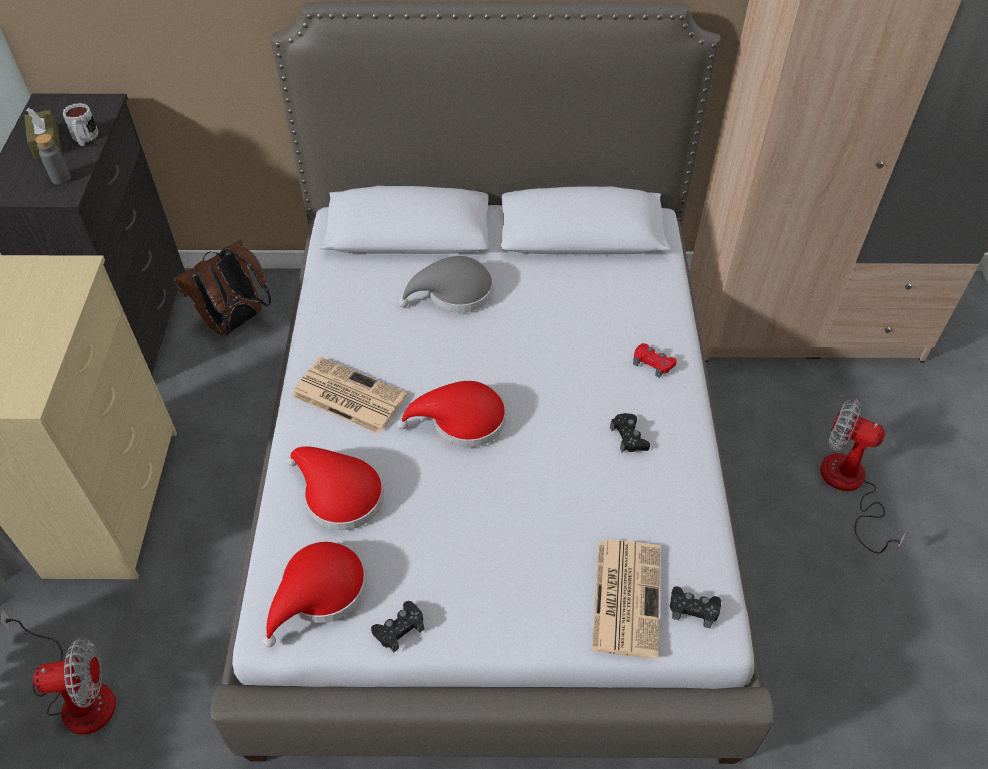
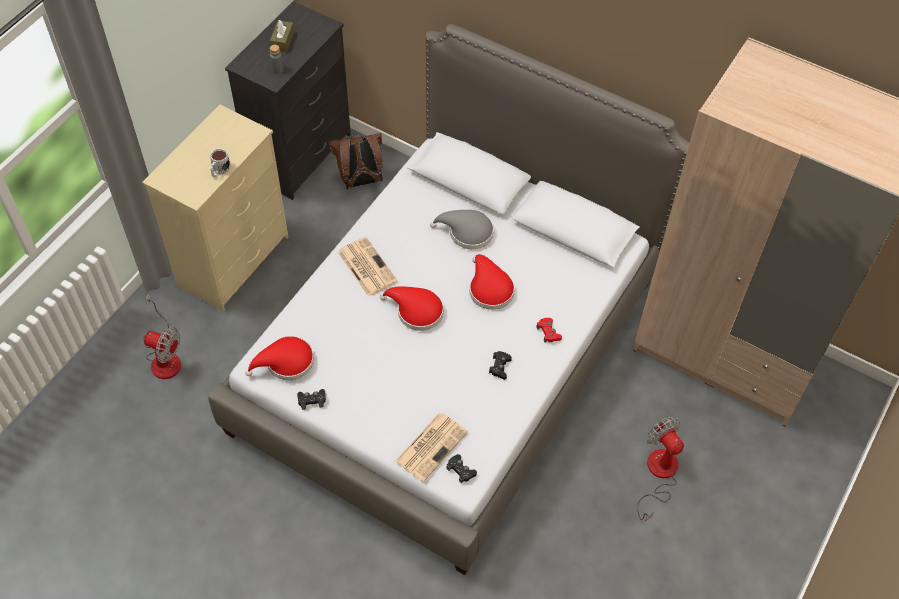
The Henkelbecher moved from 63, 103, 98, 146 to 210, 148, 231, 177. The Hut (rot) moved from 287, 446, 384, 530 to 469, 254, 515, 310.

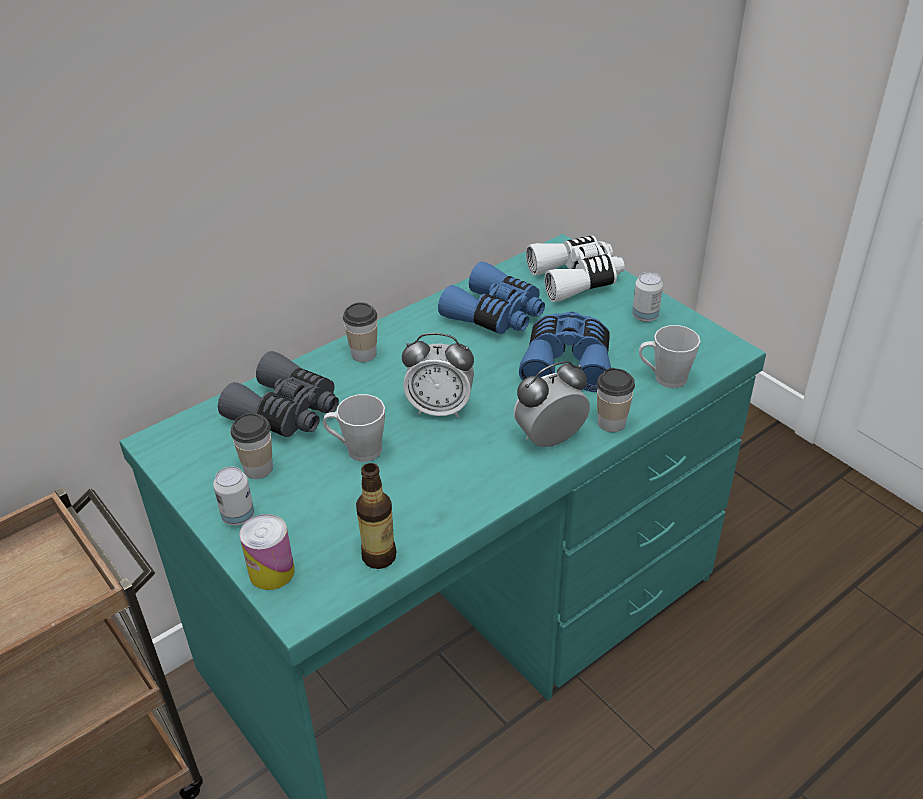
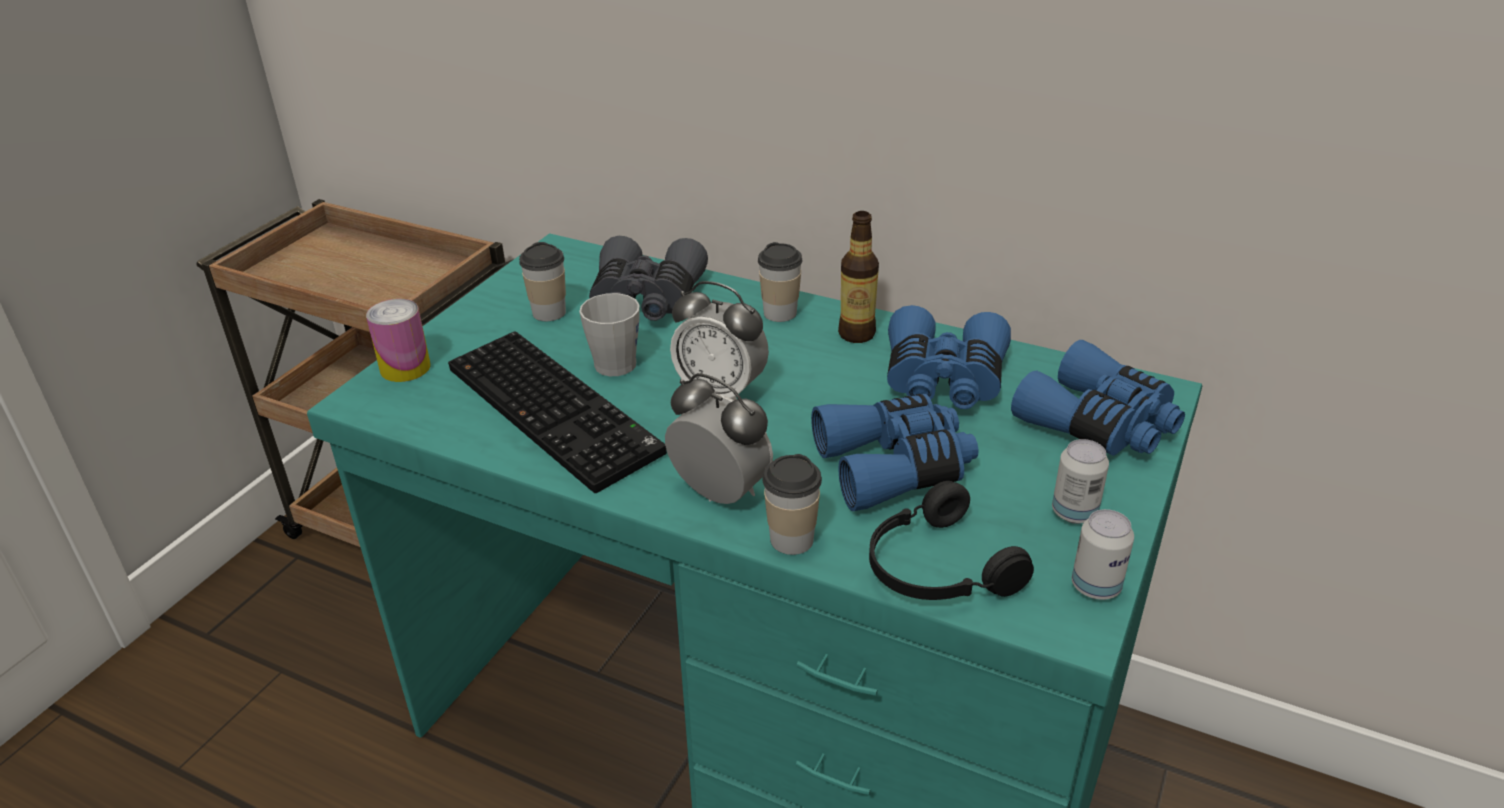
The Tastatur at 448, 331, 667, 493 appeared. The Dose moved from 213, 466, 254, 526 to 1072, 509, 1134, 600. The Flasche moved from 356, 463, 396, 569 to 838, 211, 879, 343. The Henkelbecher (grau) at 639, 325, 700, 388 was replaced by the Kopfhörer (schwarz) at 869, 481, 1034, 600. The Fernglas (weiß) at 526, 236, 625, 302 became the Fernglas (blau) at 1011, 340, 1185, 456. The Wecker at 402, 333, 474, 417 turned 45 degrees counterclockwise.

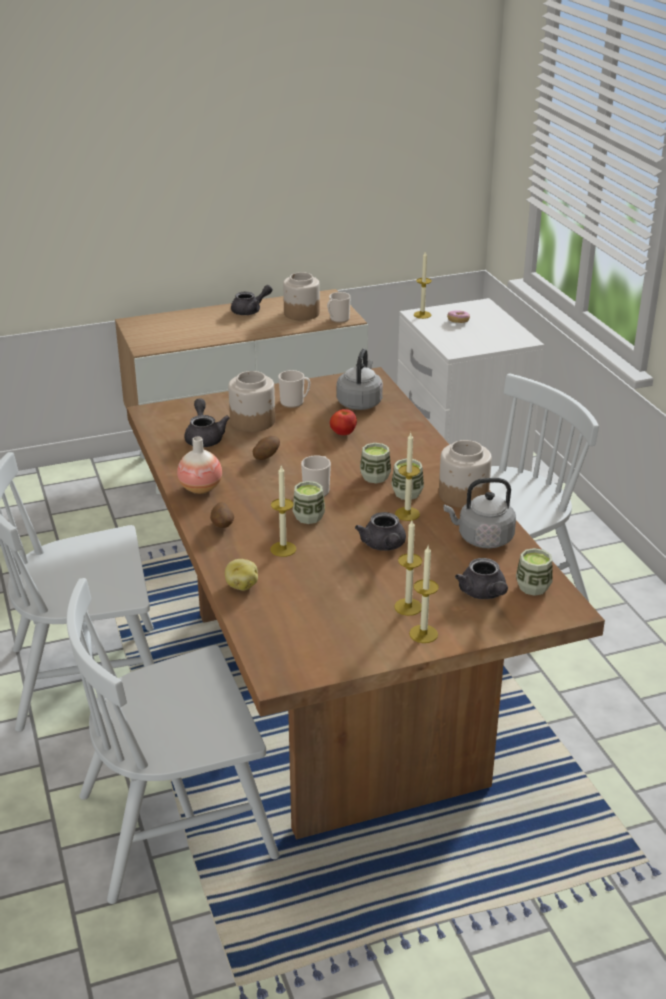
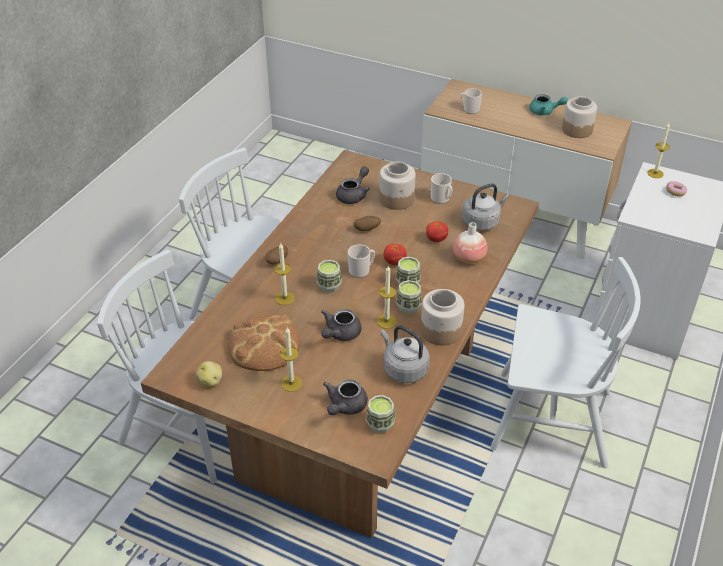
The Kerze at 409, 546, 439, 643 disappeared. The Brot at 228, 314, 300, 371 appeared. The Tomate at 383, 244, 407, 265 appeared. The Vase moved from 177, 436, 222, 494 to 453, 222, 488, 264. The Kartoffel moved from 225, 559, 258, 591 to 196, 361, 222, 387. The Henkelbecher moved from 327, 292, 351, 323 to 460, 88, 482, 114. The Teekanne (grau) at 231, 285, 273, 315 became the Teekanne (türkis) at 529, 94, 568, 115.

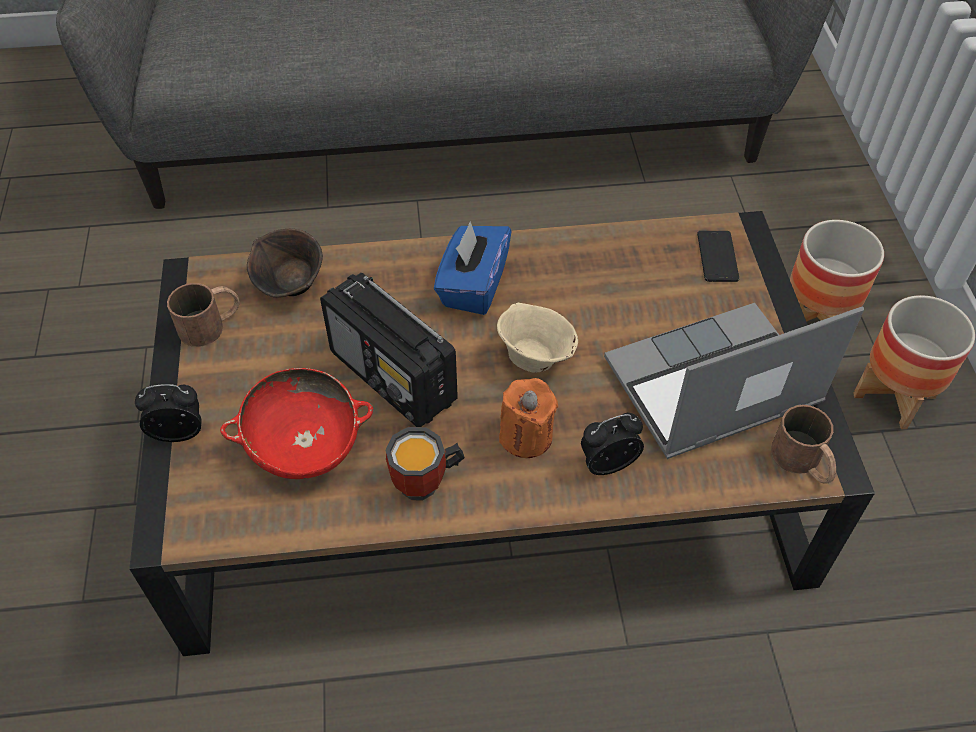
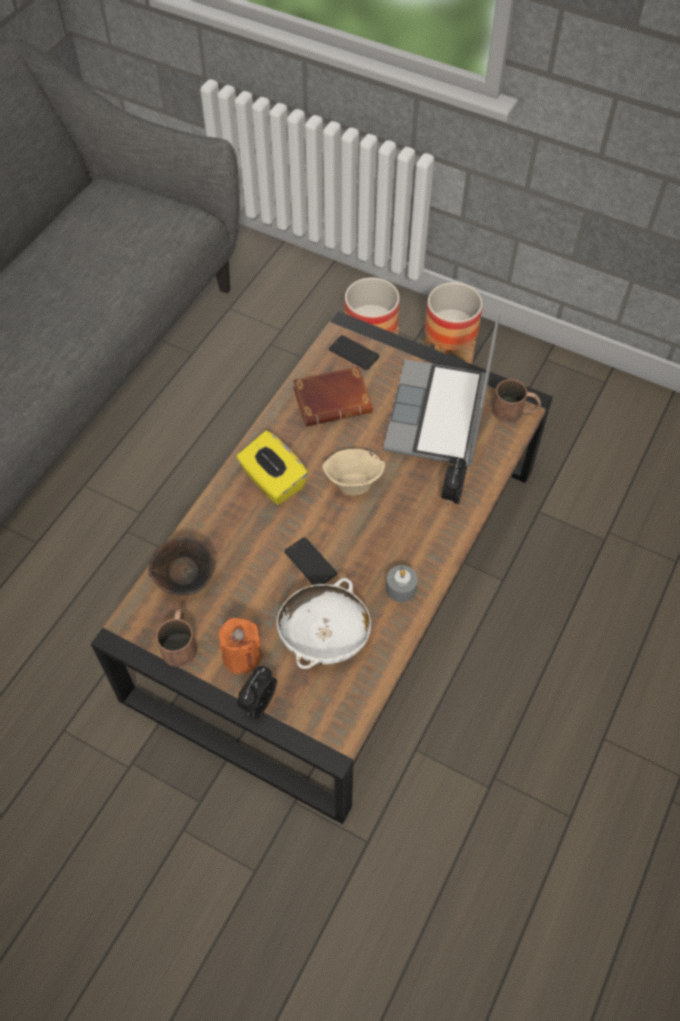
The Buch (braun) at 293, 366, 373, 427 appeared. The Kerze (orange) moved from 499, 378, 558, 458 to 218, 618, 261, 674. The Radio at 320, 273, 458, 427 was replaced by the Handy at 284, 537, 337, 585. The Henkelbecher at 385, 427, 465, 501 was replaced by the Kerze (grau) at 386, 565, 418, 602. The Schüssel (rot) at 220, 368, 373, 479 became the Schüssel (weiß) at 277, 578, 371, 669. The Taschentuchbox (blau) at 434, 221, 512, 315 became the Taschentuchbox (gelb) at 237, 431, 308, 505.

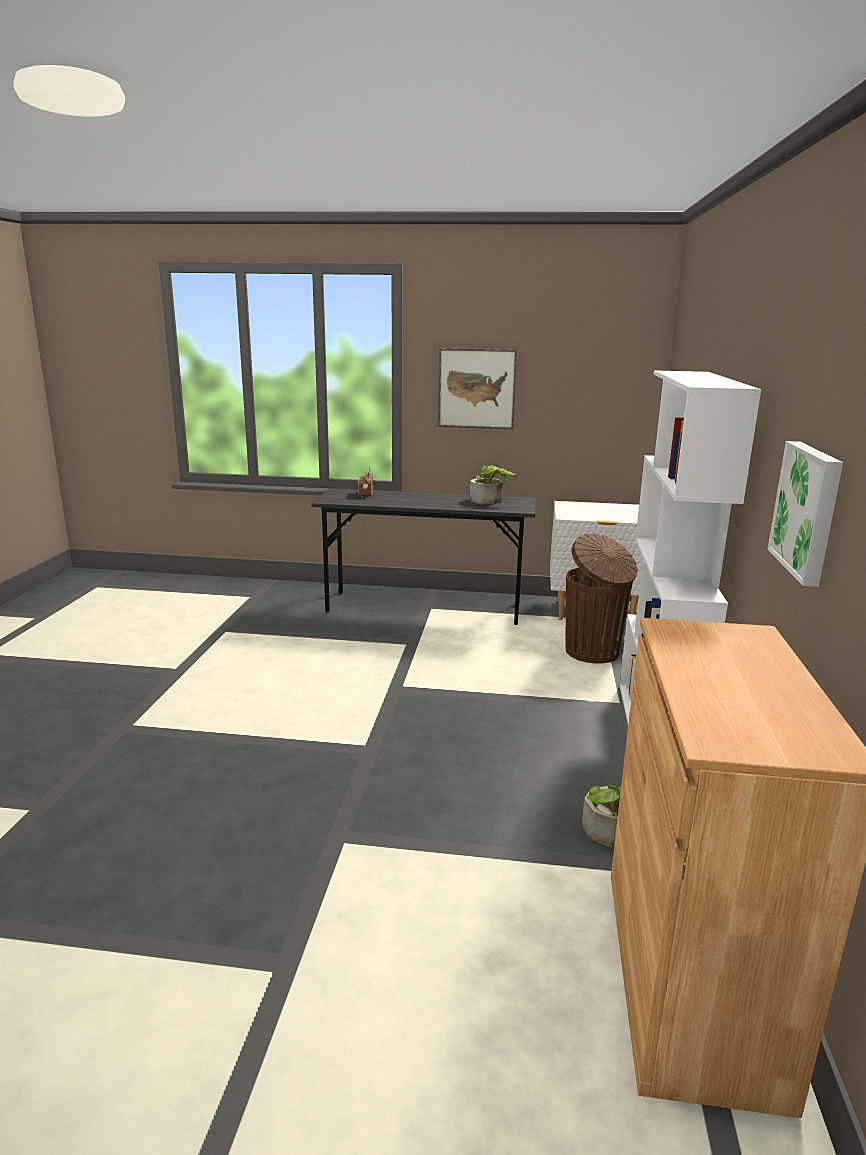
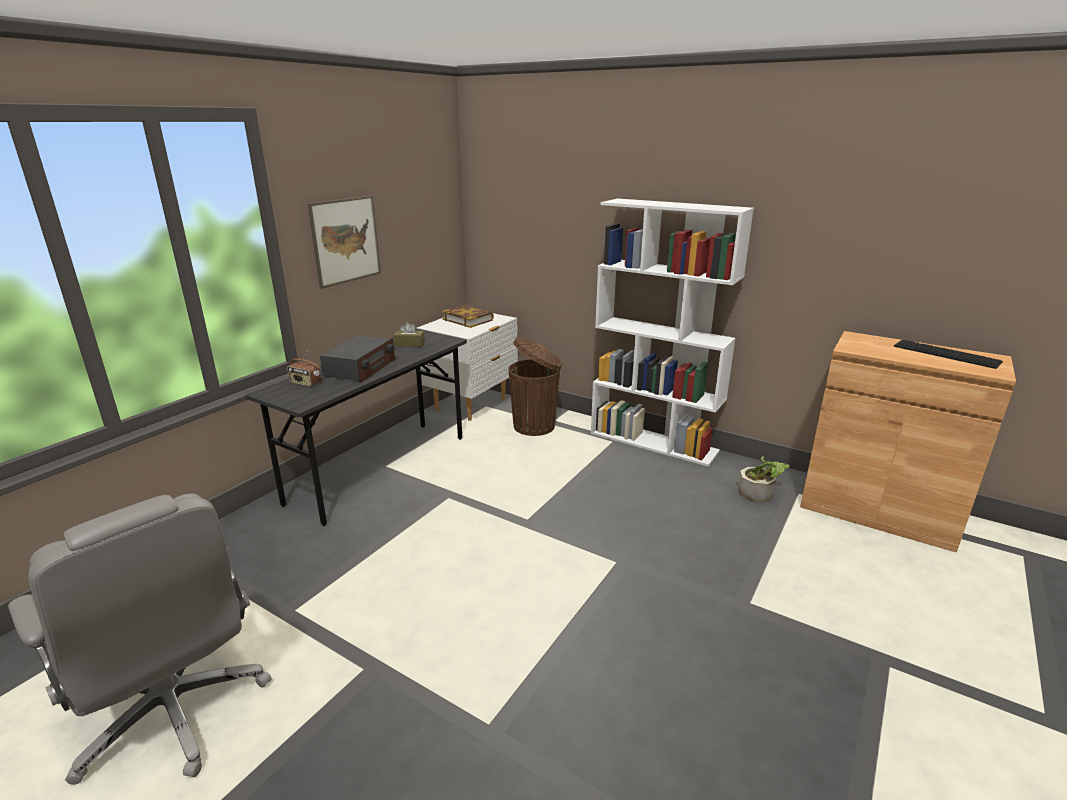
The Bild at 767, 441, 843, 587 disappeared. The Bürostuhl (grau) at 8, 494, 272, 785 appeared. The Radio at 320, 336, 395, 383 appeared. The Buch at 442, 305, 494, 328 appeared. The Tastatur at 894, 340, 1003, 369 appeared. The Topfpflanze at 470, 465, 516, 504 was replaced by the Taschentuchbox (braun) at 393, 322, 425, 347.

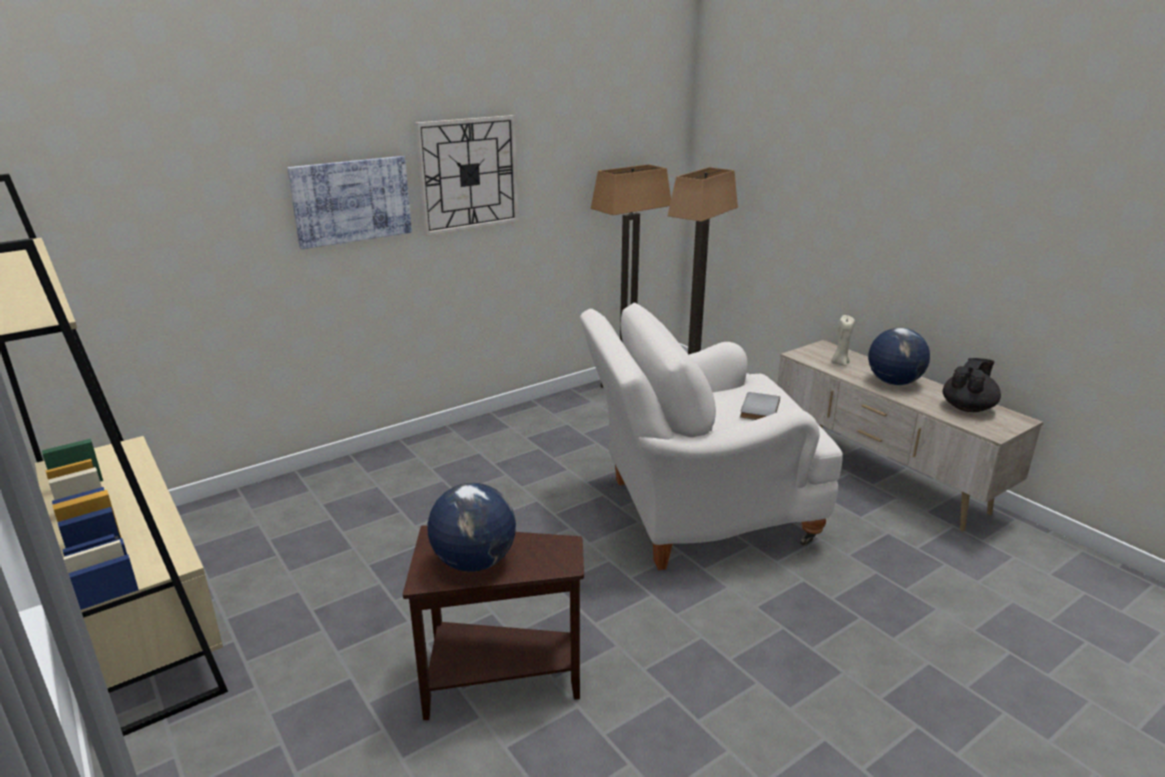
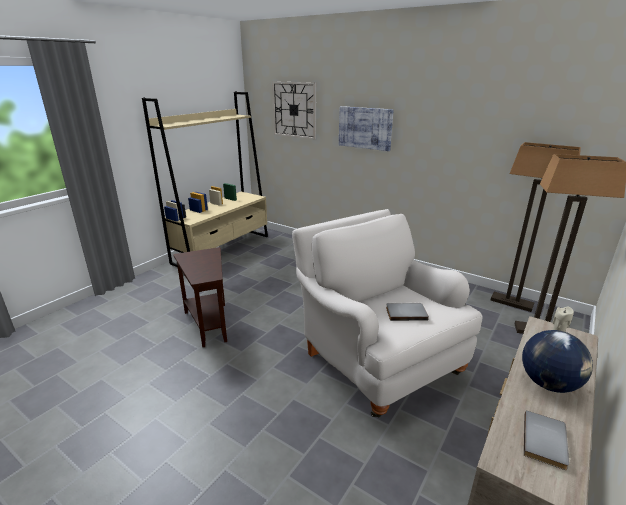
The Globus at 427, 483, 516, 572 disappeared. The Wanduhr moved from 415, 115, 519, 236 to 272, 81, 316, 139. The Teekanne (schwarz) at 943, 358, 1001, 412 was replaced by the Buch (grau) at 524, 410, 569, 470.

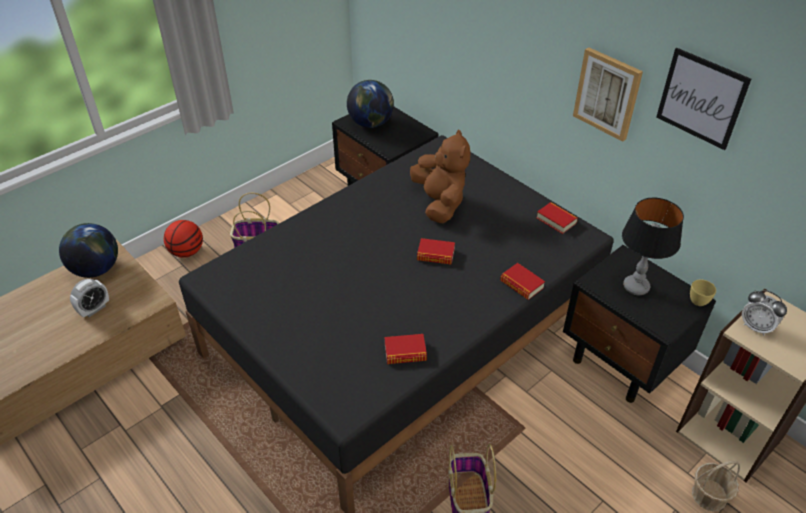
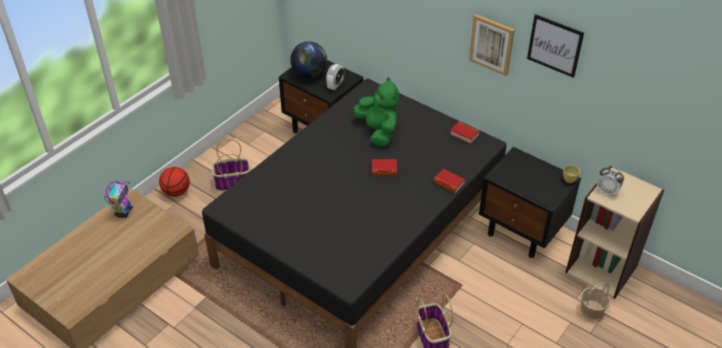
The Buch at 385, 334, 427, 364 disappeared. The Tischlampe at 622, 198, 684, 295 disappeared. The Wecker moved from 70, 279, 109, 318 to 326, 64, 344, 90. The Globus at 59, 223, 118, 278 was replaced by the Spielzeugroboter at 104, 181, 133, 218. The Plüschtier (braun) at 410, 129, 471, 223 became the Plüschtier (grün) at 353, 77, 399, 147.

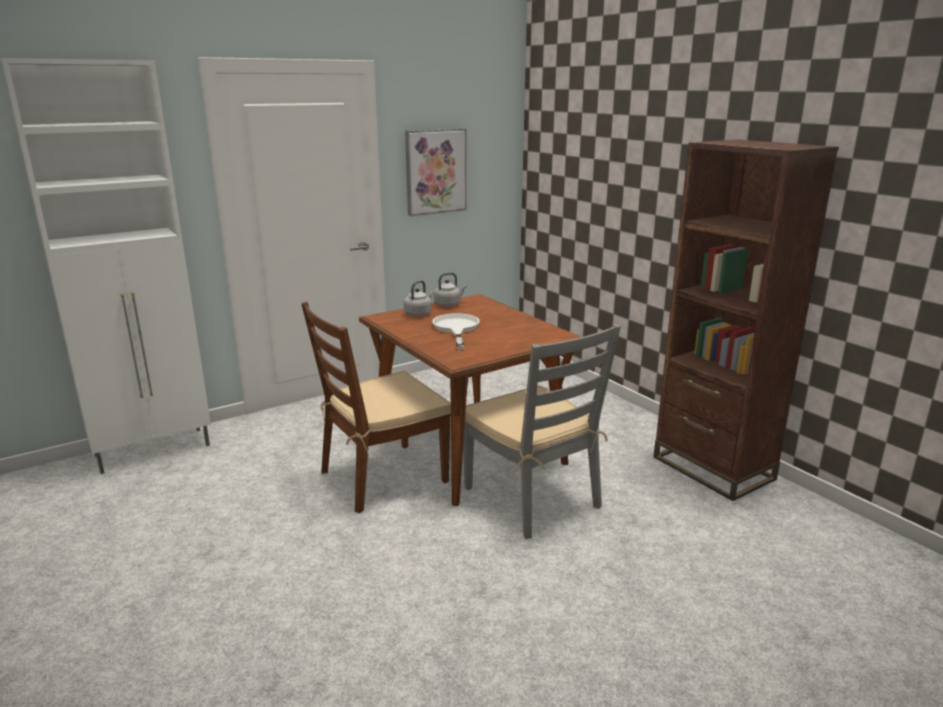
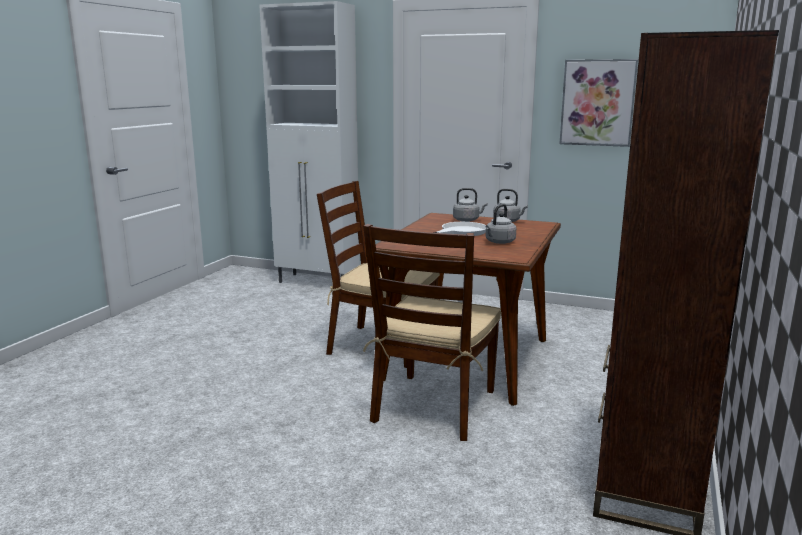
The Wasserkessel (grau) at 485, 204, 516, 244 appeared. The Stuhl (grau) at 463, 324, 621, 539 became the Stuhl (braun) at 363, 224, 501, 441.

